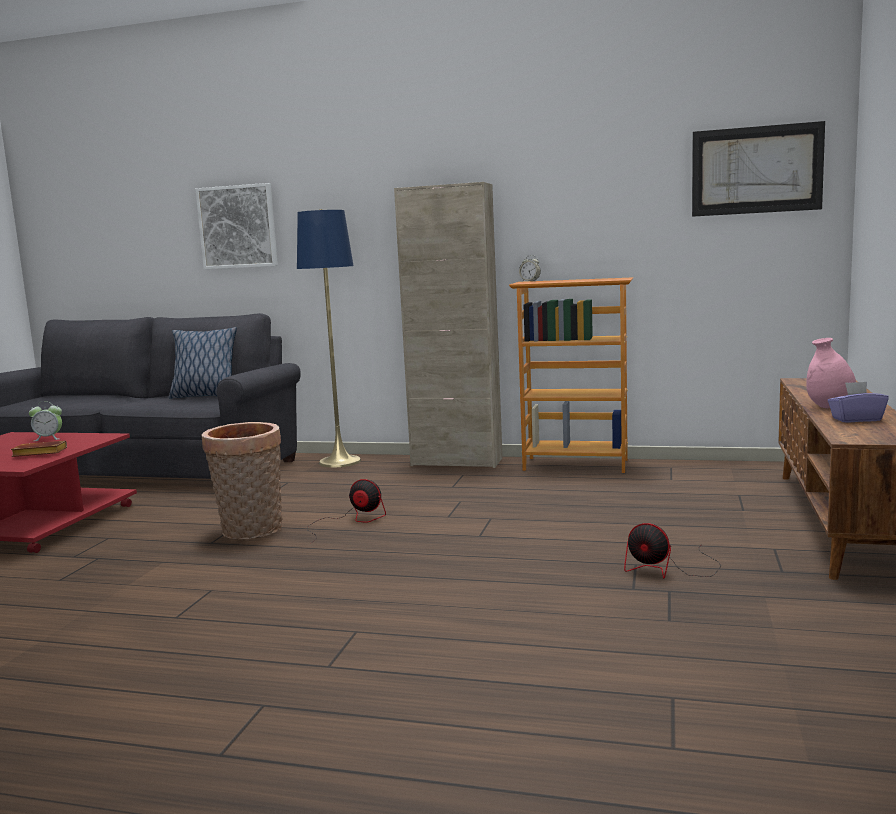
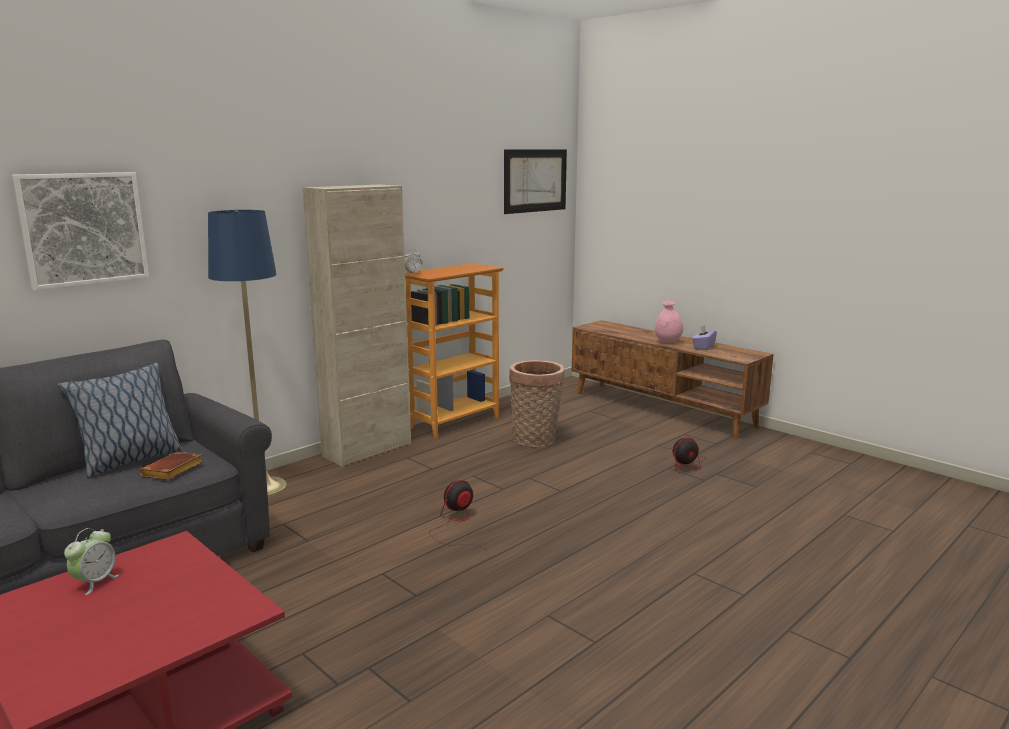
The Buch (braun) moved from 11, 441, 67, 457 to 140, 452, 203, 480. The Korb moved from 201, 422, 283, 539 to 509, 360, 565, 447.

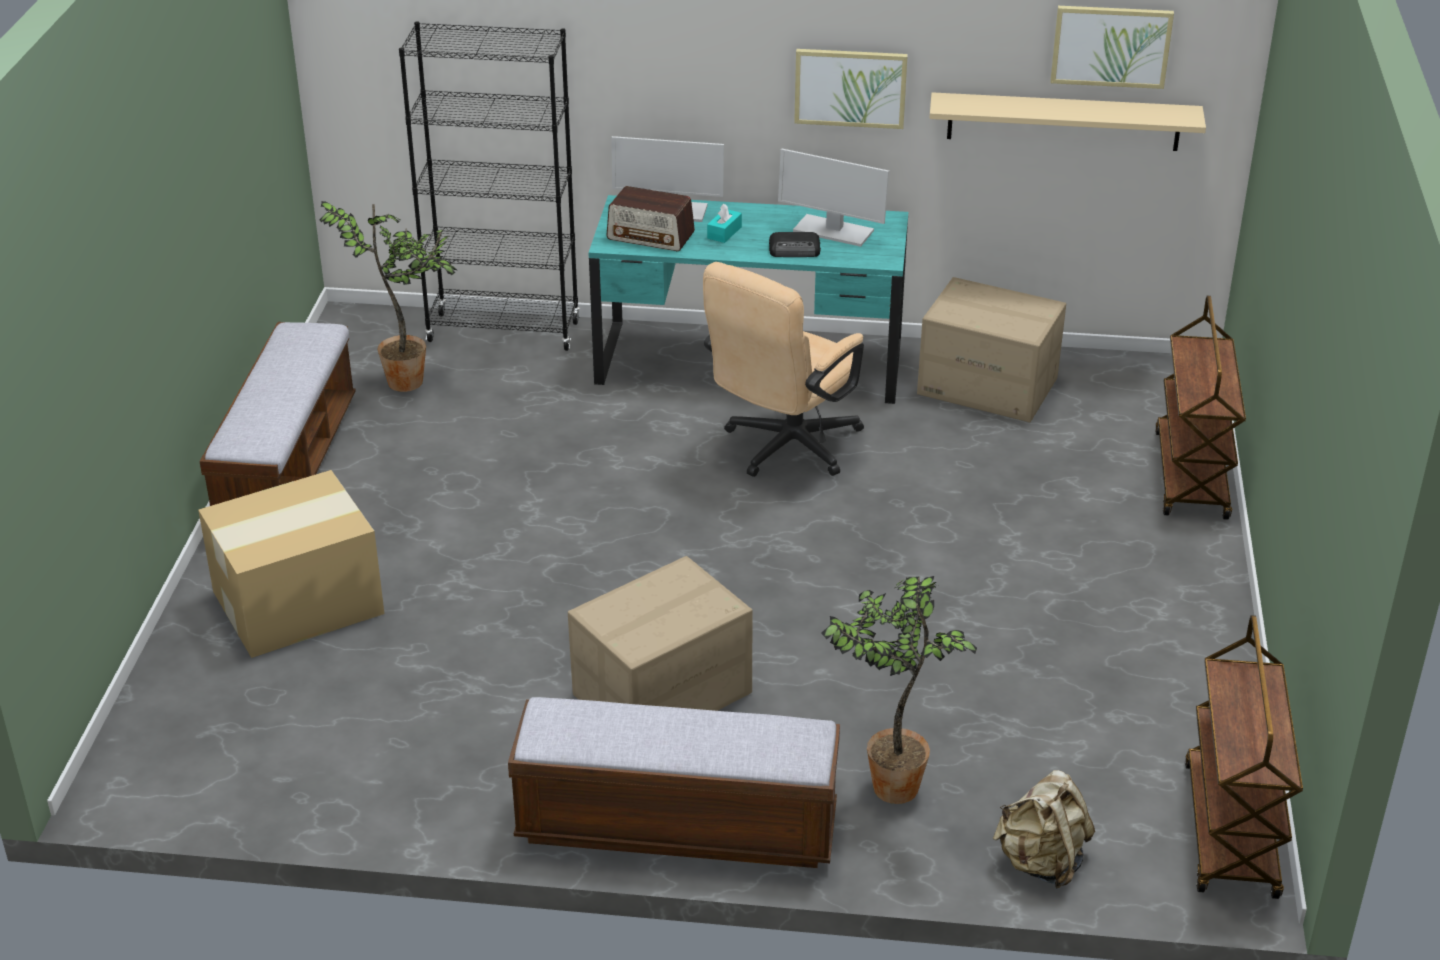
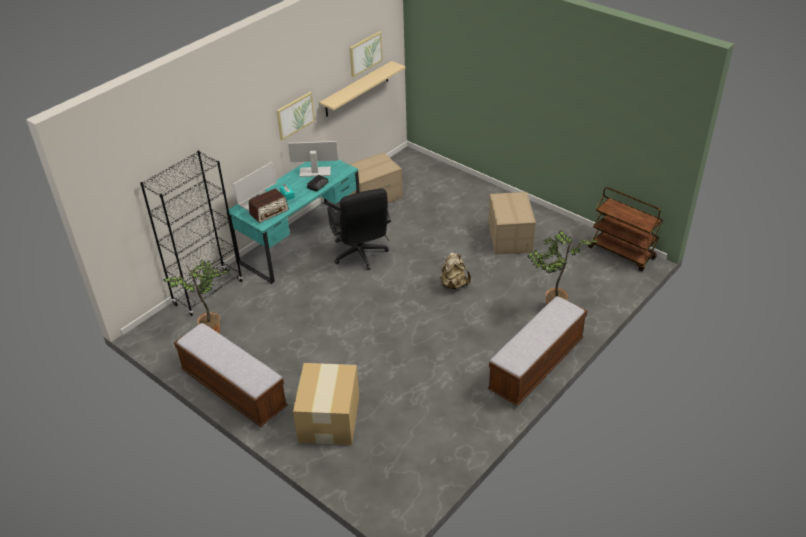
The Rollwagen (braun) at 1155, 296, 1246, 520 disappeared. The Karton moved from 568, 556, 753, 711 to 488, 192, 536, 255. The Rucksack (beige) moved from 993, 770, 1095, 888 to 440, 253, 471, 289. The Bürostuhl (beige) at 703, 262, 864, 477 became the Bürostuhl (schwarz) at 327, 188, 391, 270. The Monitor at 778, 149, 889, 247 turned 150 degrees counterclockwise.

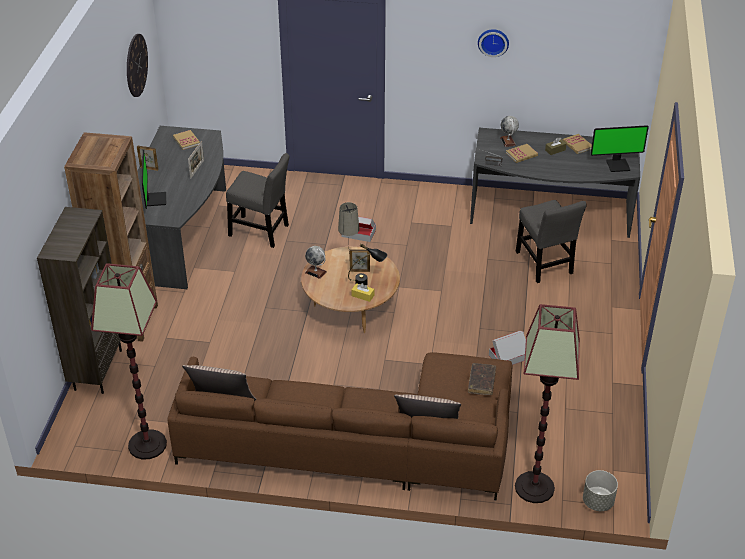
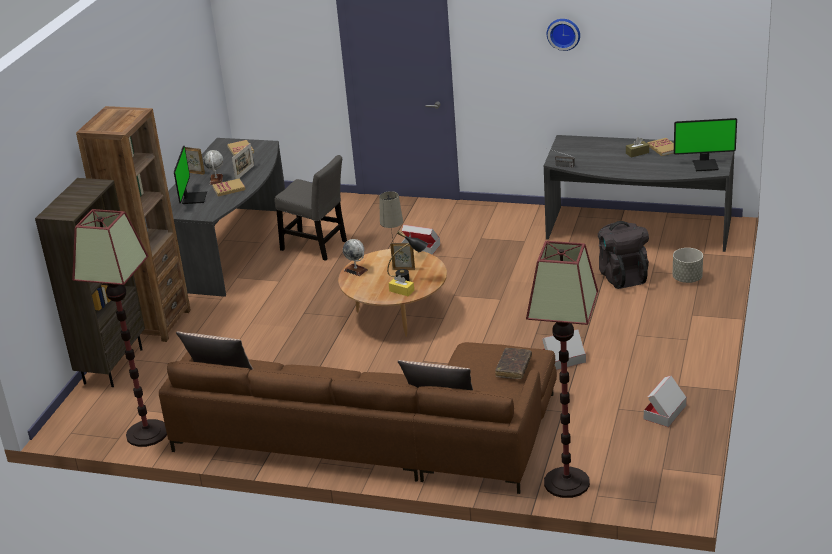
The Wanduhr at 127, 34, 148, 97 disappeared. The Karton at 644, 376, 687, 427 appeared. The Globus moved from 500, 116, 519, 147 to 203, 150, 223, 185. The Buch moved from 506, 144, 538, 163 to 212, 178, 246, 196. The Pflanzkübel (grau) moved from 583, 470, 618, 511 to 673, 248, 703, 283. The Stuhl (grau) at 516, 200, 587, 283 was replaced by the Rucksack (schwarz) at 598, 221, 649, 289.

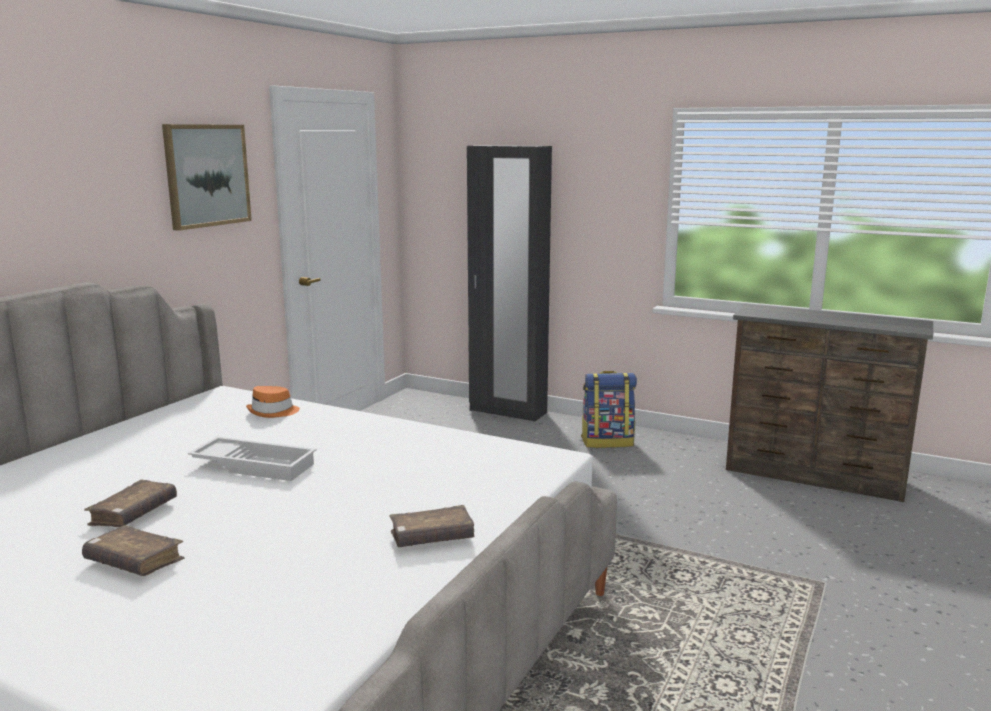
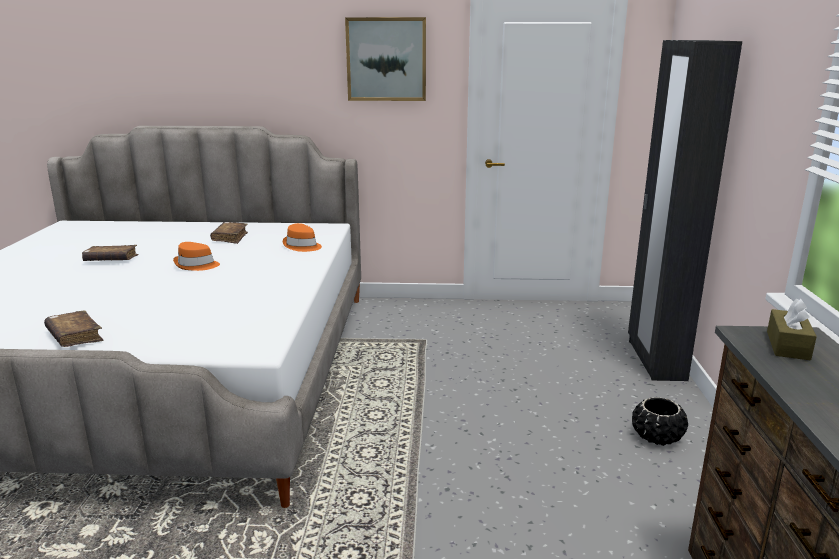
The Taschentuchbox (braun) at 767, 299, 817, 360 appeared. The Buch (braun) moved from 82, 525, 185, 576 to 210, 222, 248, 244. The Tablett (weiß) at 188, 436, 316, 481 was replaced by the Hut (orange) at 173, 242, 220, 271. The Rucksack at 581, 371, 637, 448 was replaced by the Pflanzkübel (schwarz) at 632, 397, 688, 446.

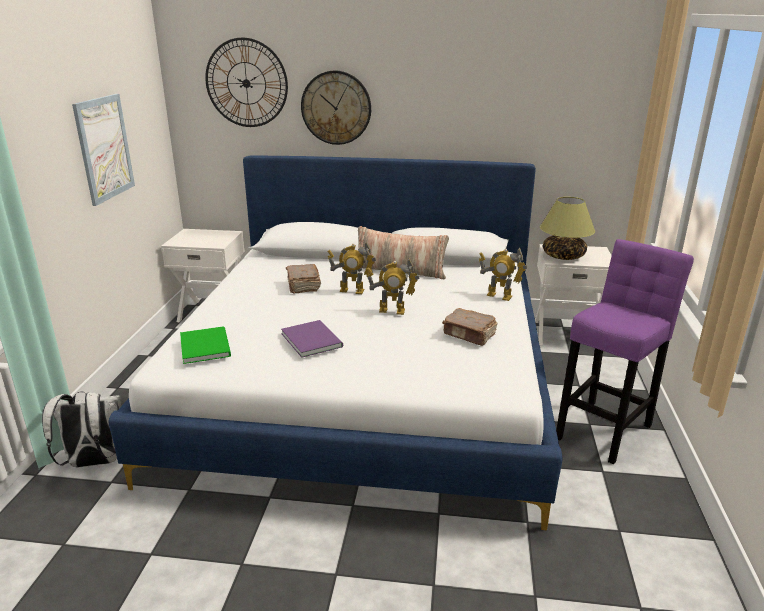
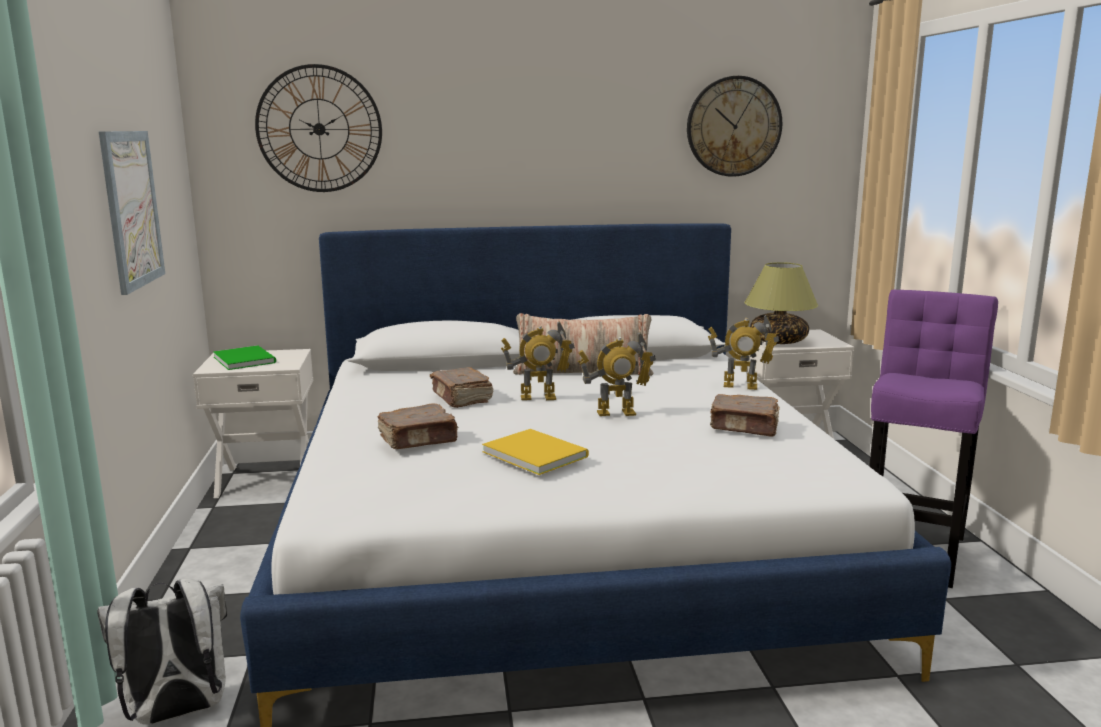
The Buch (braun) at 377, 403, 459, 449 appeared. The Buch (grün) moved from 180, 326, 231, 364 to 214, 345, 276, 370. The Wanduhr moved from 301, 70, 371, 145 to 687, 76, 782, 177. The Buch (lila) at 281, 320, 343, 358 became the Buch (gelb) at 482, 429, 589, 475.

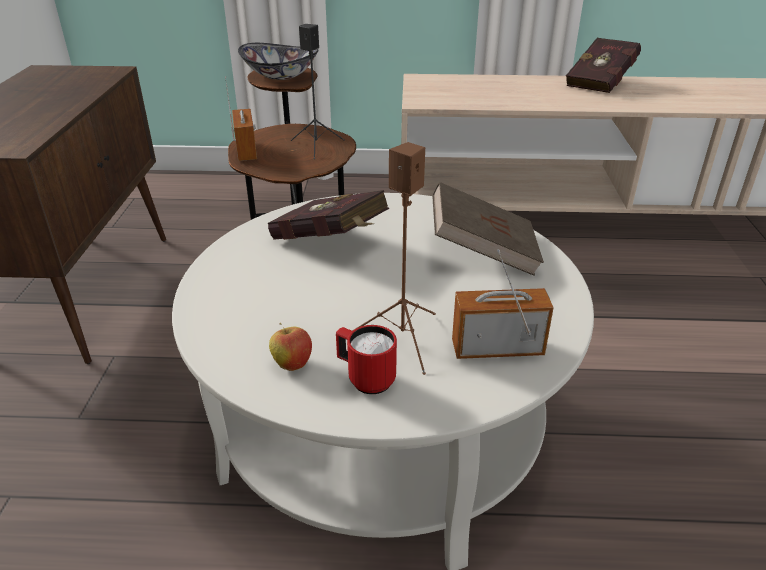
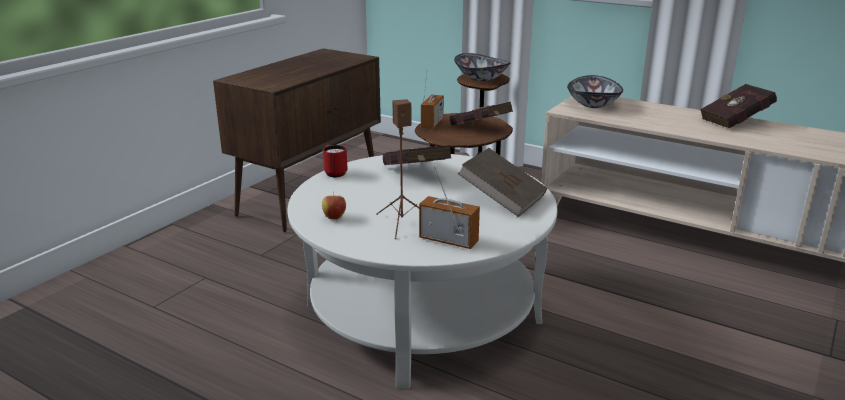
The Schüssel at 567, 75, 623, 108 appeared. The Henkelbecher (rot) moved from 336, 325, 397, 394 to 323, 145, 347, 177. The Lautsprecher (schwarz) at 291, 24, 345, 159 was replaced by the Buch (rot) at 450, 102, 513, 125.

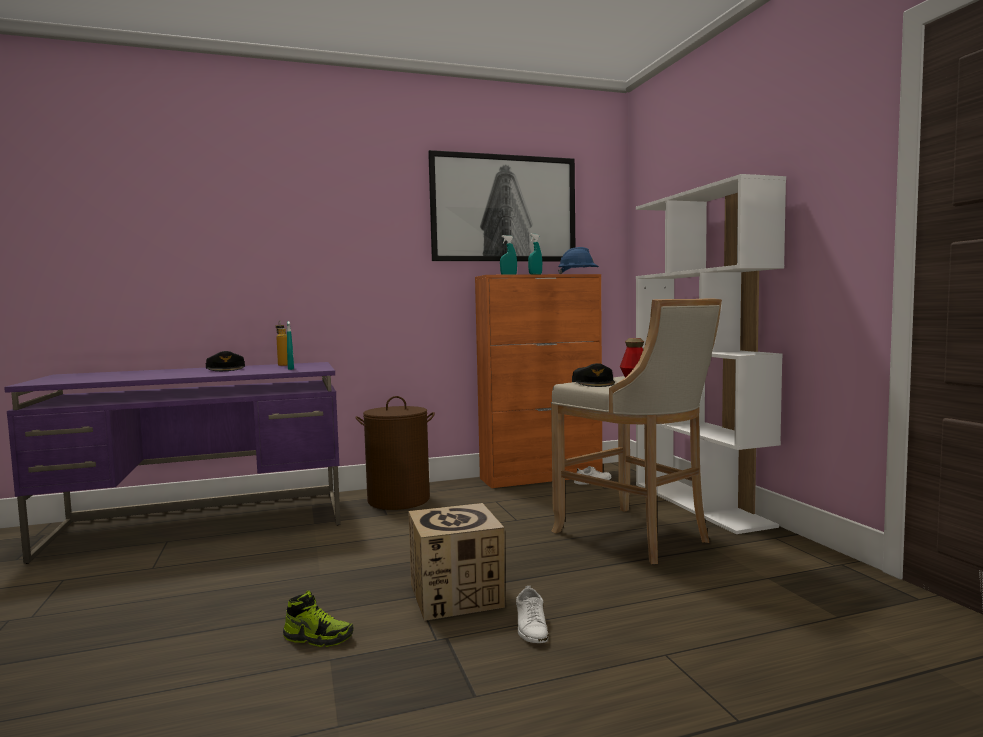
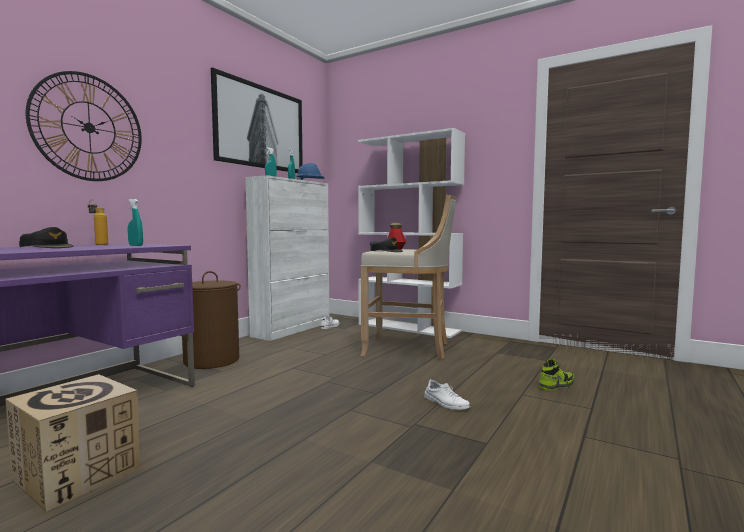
The Wanduhr at 26, 71, 142, 181 appeared. The Schuh moved from 283, 590, 353, 647 to 539, 359, 574, 391. The Karton moved from 408, 503, 505, 621 to 5, 374, 140, 512. The Schrank (orange) at 475, 274, 602, 488 became the Schrank (weiß) at 245, 175, 329, 341.

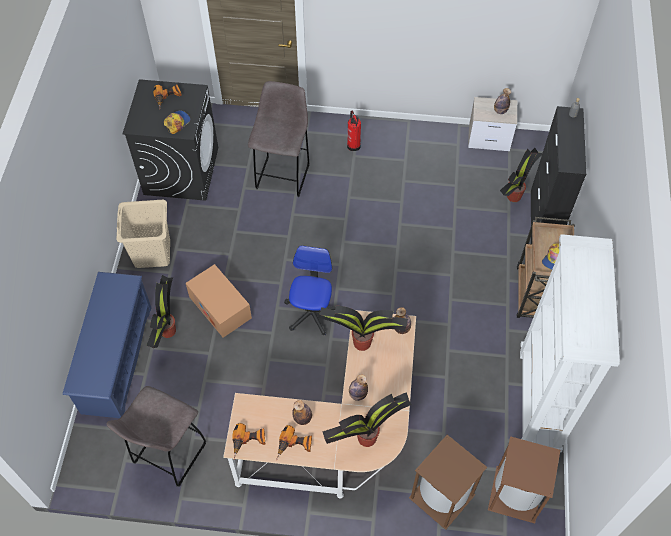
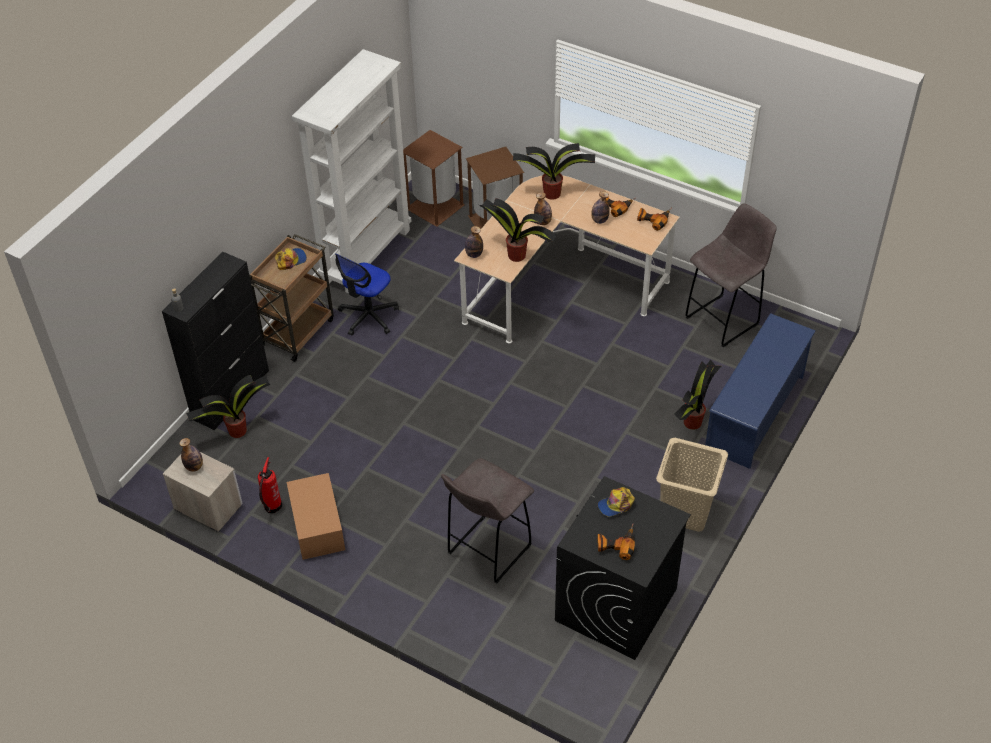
The Karton moved from 186, 264, 252, 338 to 287, 473, 345, 560. The Bürostuhl moved from 284, 245, 336, 335 to 335, 253, 399, 336. The Feuerlöscher moved from 347, 111, 361, 151 to 258, 457, 282, 513.

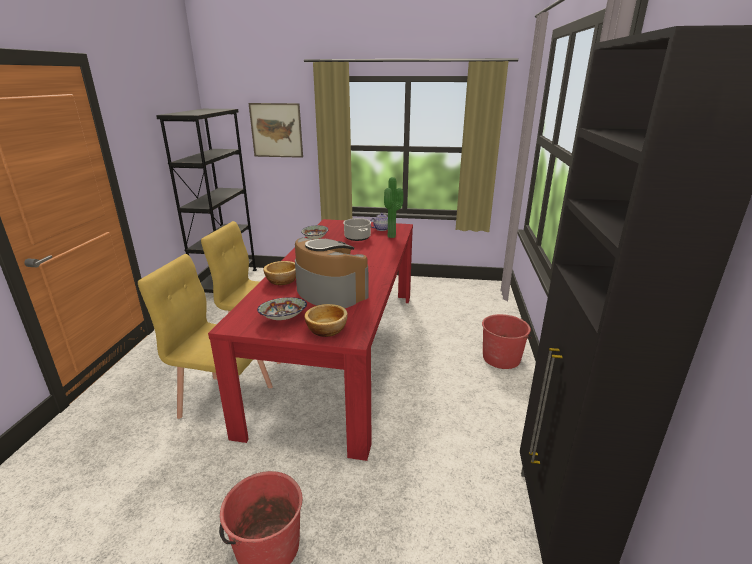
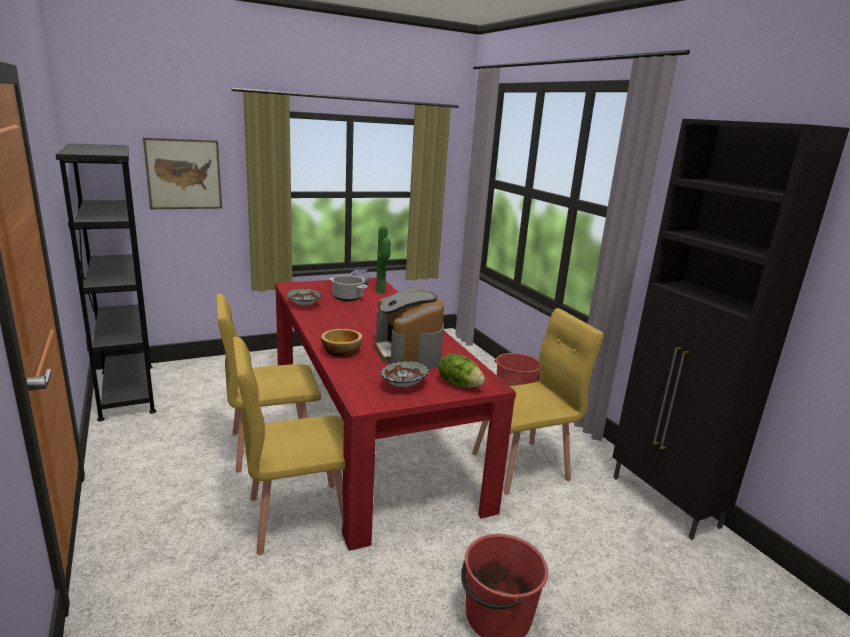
The Stuhl (gelb) at 472, 308, 603, 495 appeared. The Schüssel at 304, 304, 348, 337 was replaced by the Salatkopf at 438, 354, 485, 388. The Kaffeemaschine at 295, 237, 369, 308 turned 120 degrees counterclockwise.

